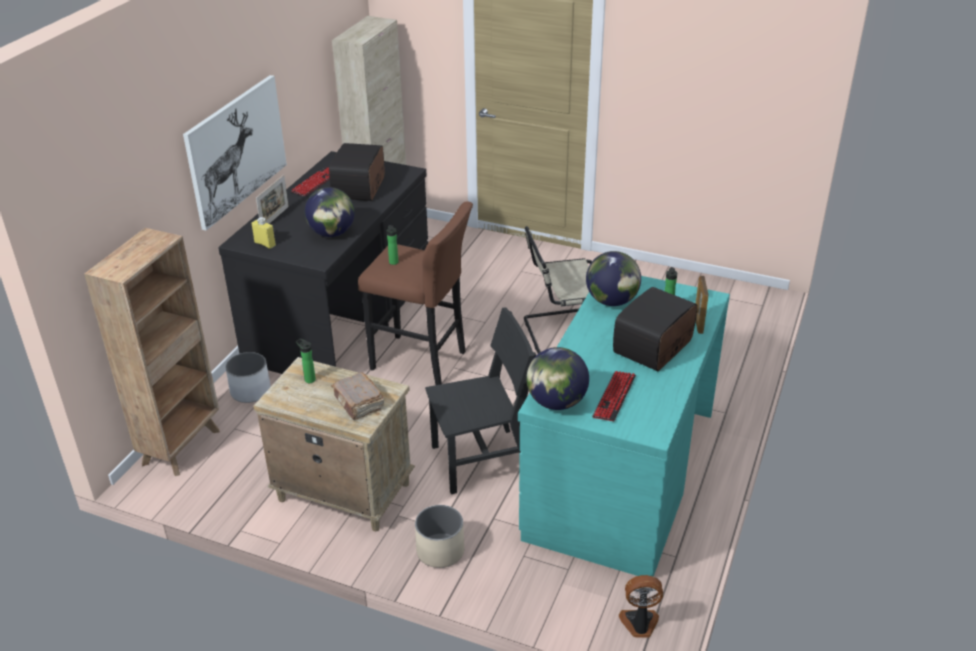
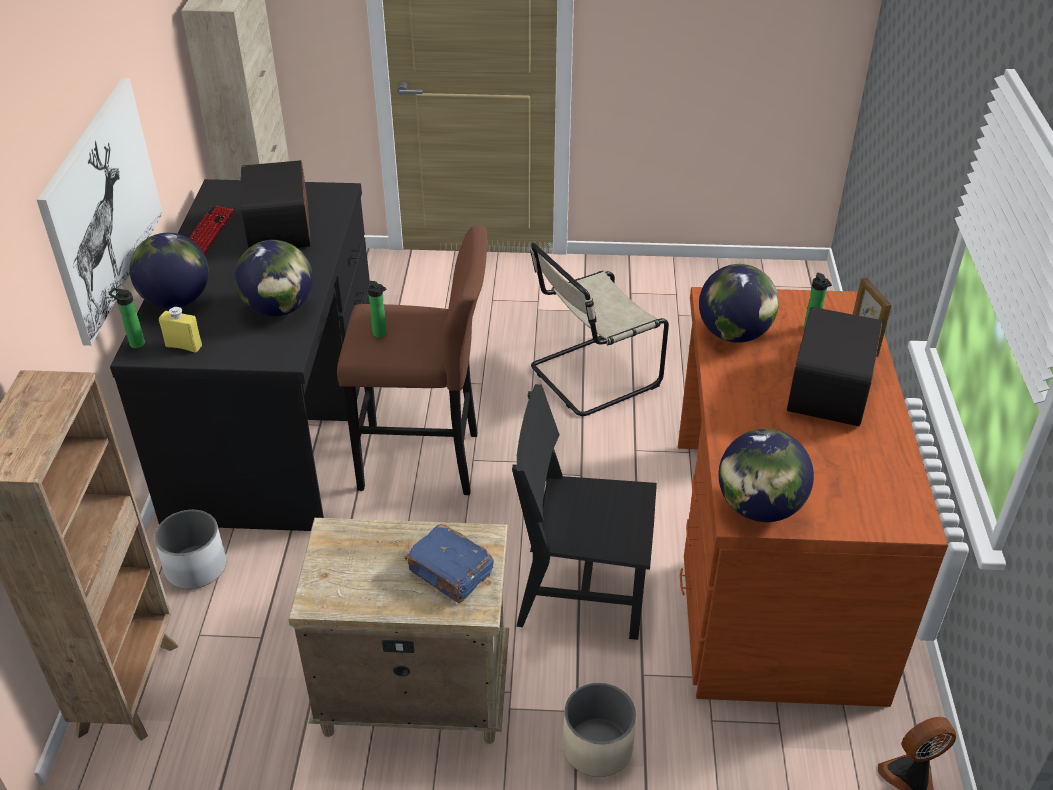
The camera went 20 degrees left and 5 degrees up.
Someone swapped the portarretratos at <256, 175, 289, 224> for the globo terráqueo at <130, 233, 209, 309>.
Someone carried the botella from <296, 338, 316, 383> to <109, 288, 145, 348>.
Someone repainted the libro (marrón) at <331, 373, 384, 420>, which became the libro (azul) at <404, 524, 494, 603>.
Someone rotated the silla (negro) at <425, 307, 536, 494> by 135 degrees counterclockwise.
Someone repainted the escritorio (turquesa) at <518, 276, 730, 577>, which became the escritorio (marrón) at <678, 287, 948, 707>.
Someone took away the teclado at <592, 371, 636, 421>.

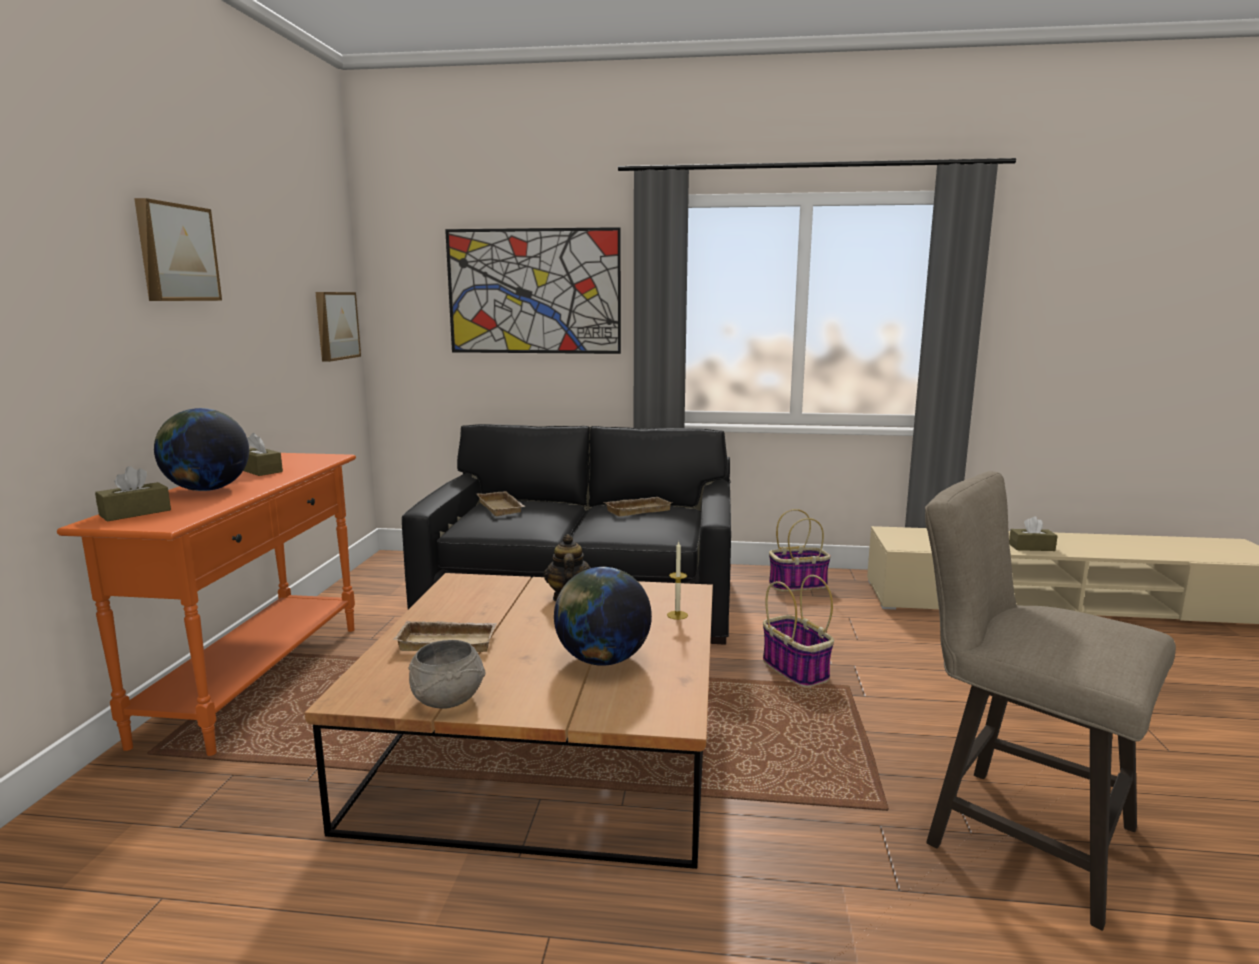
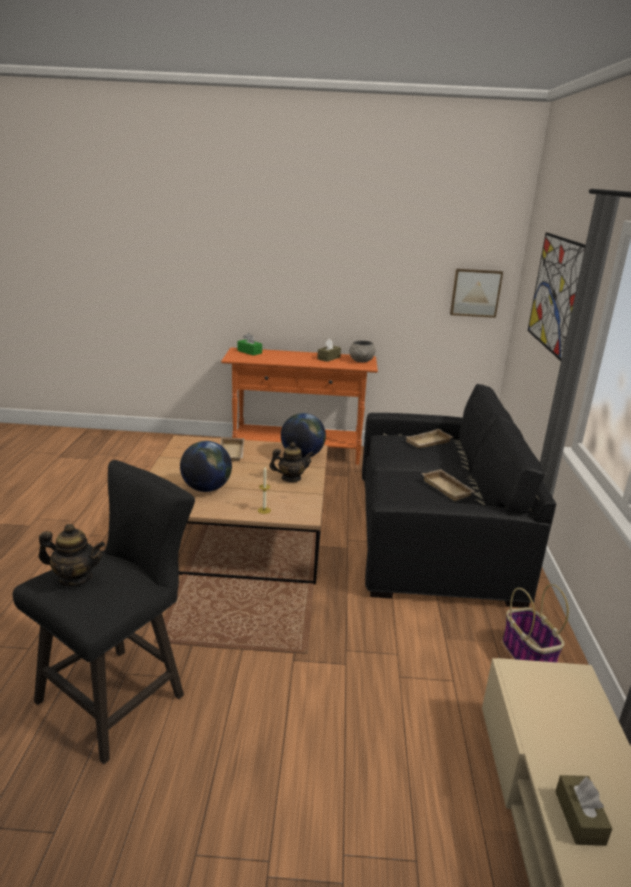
The camera went 85 degrees right and 10 degrees up.
Someone repainted the caja de pañuelos (marrón) at <95, 466, 171, 522>, which became the caja de pañuelos (verde) at <238, 333, 262, 356>.
Someone took away the cuadro at <134, 198, 222, 301>.
Someone carried the globo terráqueo from <154, 408, 249, 491> to <281, 413, 326, 458>.
Someone carried the cuenco (gris) from <408, 640, 485, 709> to <349, 340, 376, 362>.
Someone took away the cesta at <763, 575, 834, 688>.
Someone repainted the taburete (beis) at <925, 471, 1176, 931>, which became the taburete (negro) at <13, 460, 195, 764>.
Someone put down the tetera at <39, 524, 105, 587>.

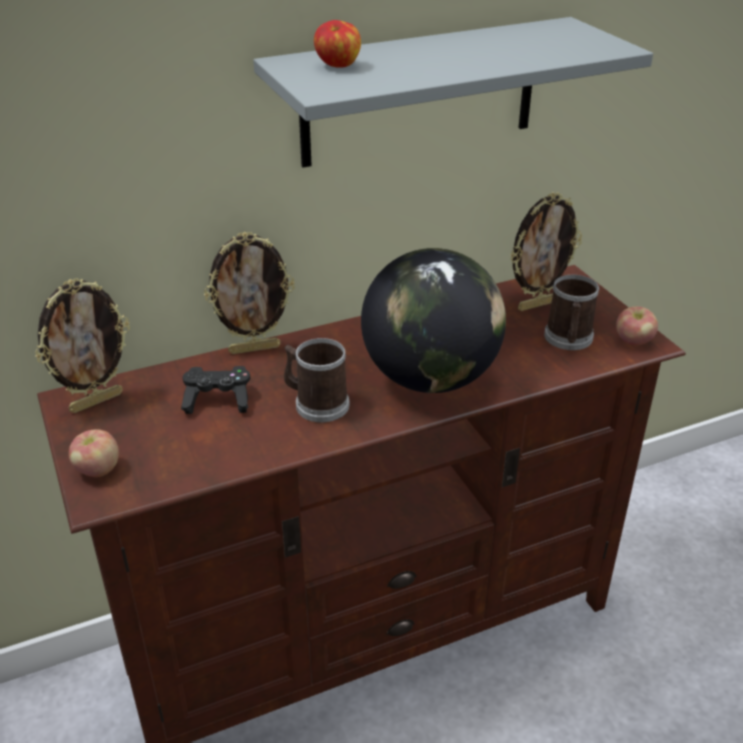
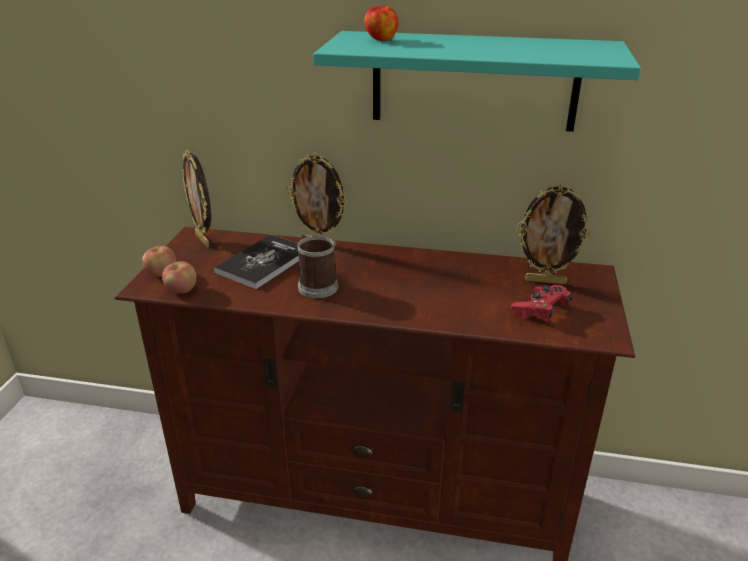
The camera went 35 degrees right and 5 degrees down.
Someone rotated the portarretratos at <35, 278, 130, 413> by 60 degrees clockwise.
Someone swapped the mando de consola (negro) at <181, 366, 250, 414> for the libro at <214, 235, 299, 289>.
Someone repainted the estante (gris) at <253, 17, 653, 168>, which became the estante (turquesa) at <313, 31, 641, 132>.
Someone took away the globo terráqueo at <361, 248, 506, 393>.
Someone swapped the taza grande at <544, 275, 599, 350> for the mando de consola (rojo) at <511, 285, 572, 322>.
Someone carried the manzana from <616, 307, 658, 345> to <162, 261, 196, 294>.

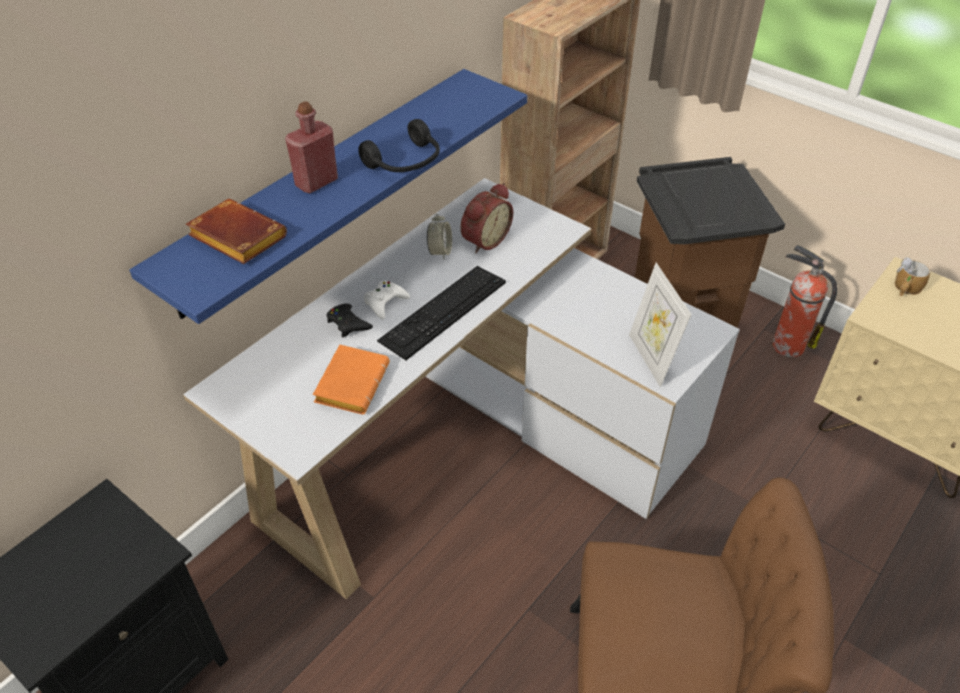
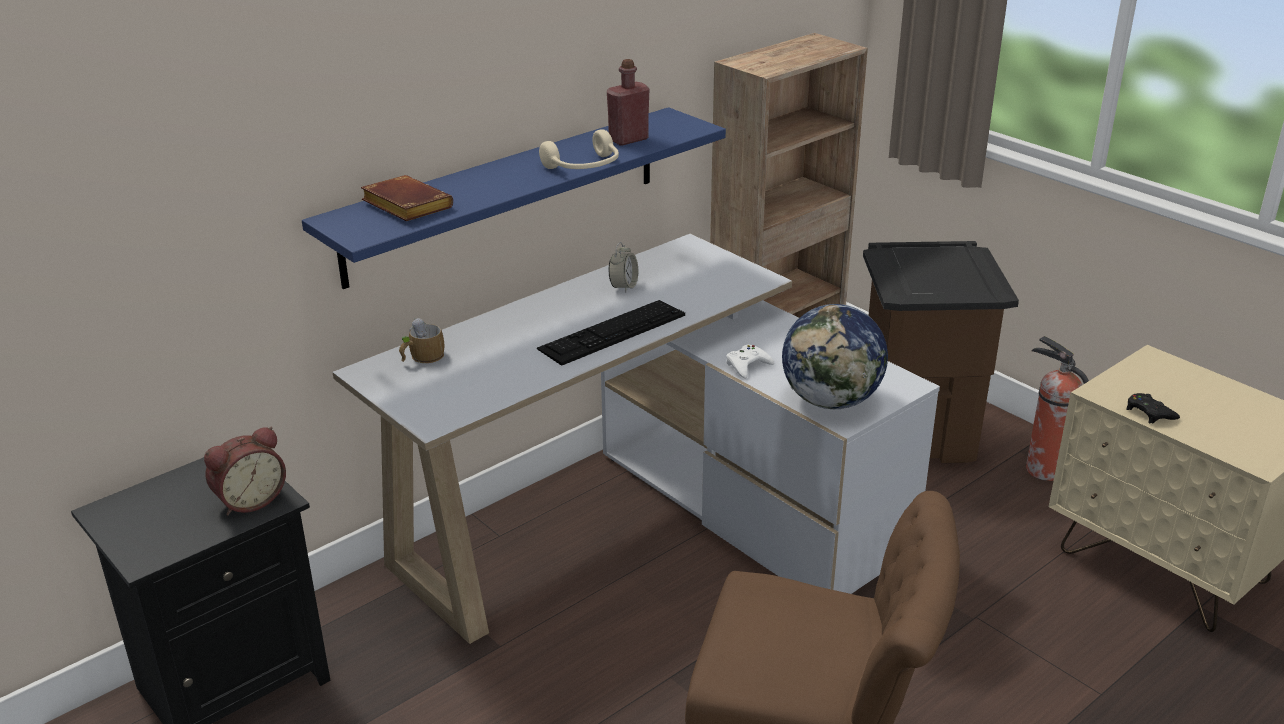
The camera went 10 degrees right and 15 degrees down.
Someone carried the botella (rojo) from <285, 101, 338, 193> to <607, 59, 650, 146>.
Someone took away the libro (naranja) at <313, 345, 390, 414>.
Someone carried the mando de consola (negro) from <327, 303, 373, 337> to <1126, 393, 1180, 423>.
Someone repainted the auriculares (negro) at <358, 119, 440, 172>, which became the auriculares (beis) at <539, 129, 619, 169>.
Someone carried the mando de consola (blanco) from <364, 281, 410, 319> to <726, 344, 774, 379>.
Someone carried the despertador from <460, 183, 513, 253> to <204, 427, 286, 516>.
Someone swapped the portarretratos at <629, 263, 692, 387> for the globo terráqueo at <782, 304, 888, 409>.
Someone carried the taza grande from <895, 258, 930, 296> to <399, 318, 444, 363>.

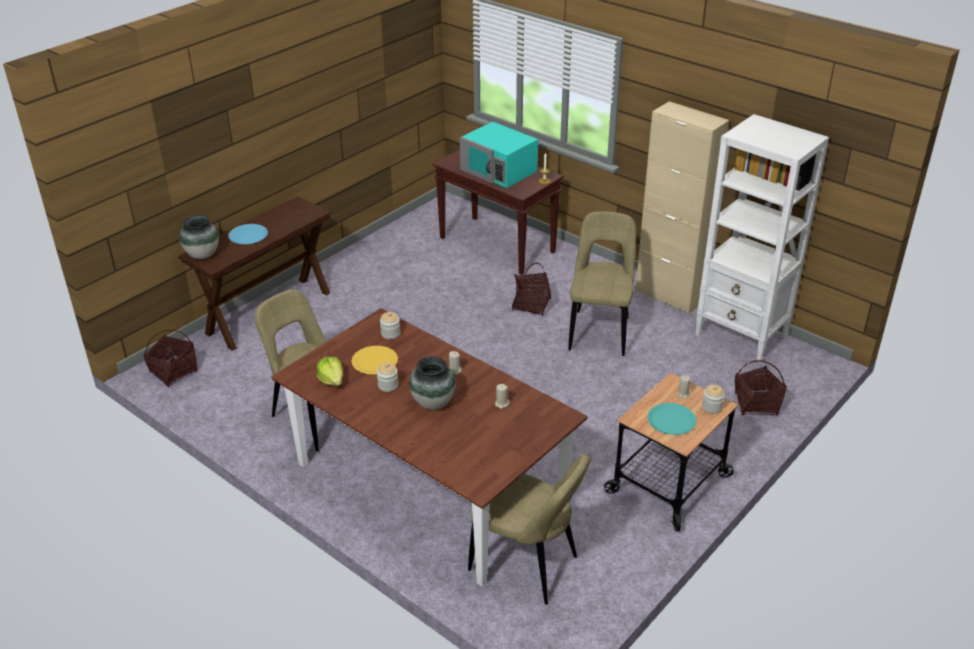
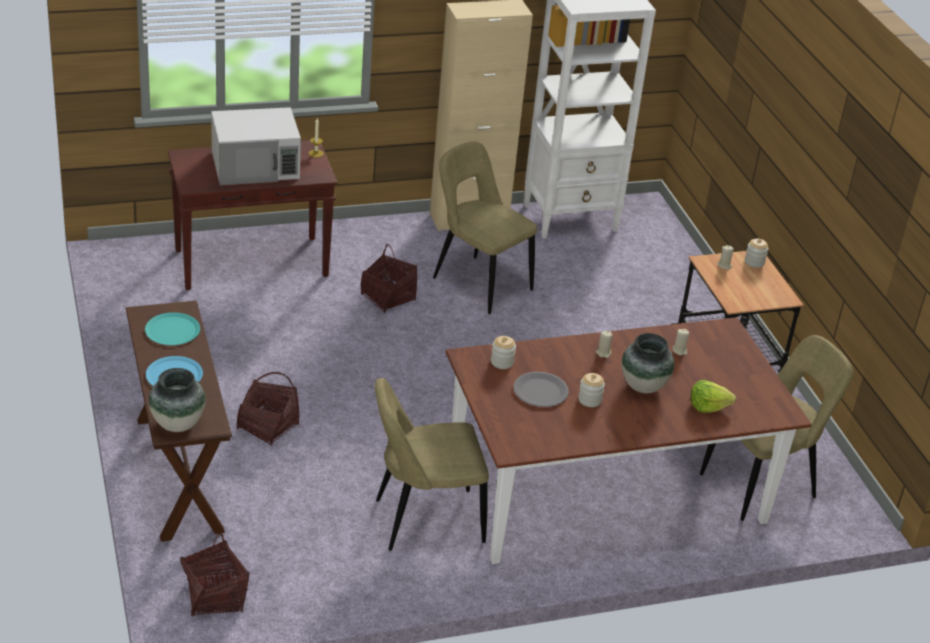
The camera went 60 degrees left and 0 degrees up.
Someone carried the lechuga from <316, 356, 343, 386> to <691, 380, 736, 413>.
Someone repainted the plato (amarillo) at <351, 346, 398, 375>, which became the plato (gris) at <514, 372, 569, 407>.
Someone repainted the microondas (turquesa) at <460, 122, 538, 188>, which became the microondas (blanco) at <211, 107, 301, 185>.
Someone carried the plato (turquesa) from <648, 403, 696, 435> to <145, 312, 200, 345>.
Someone carried the cesta from <735, 360, 787, 416> to <237, 372, 299, 446>.

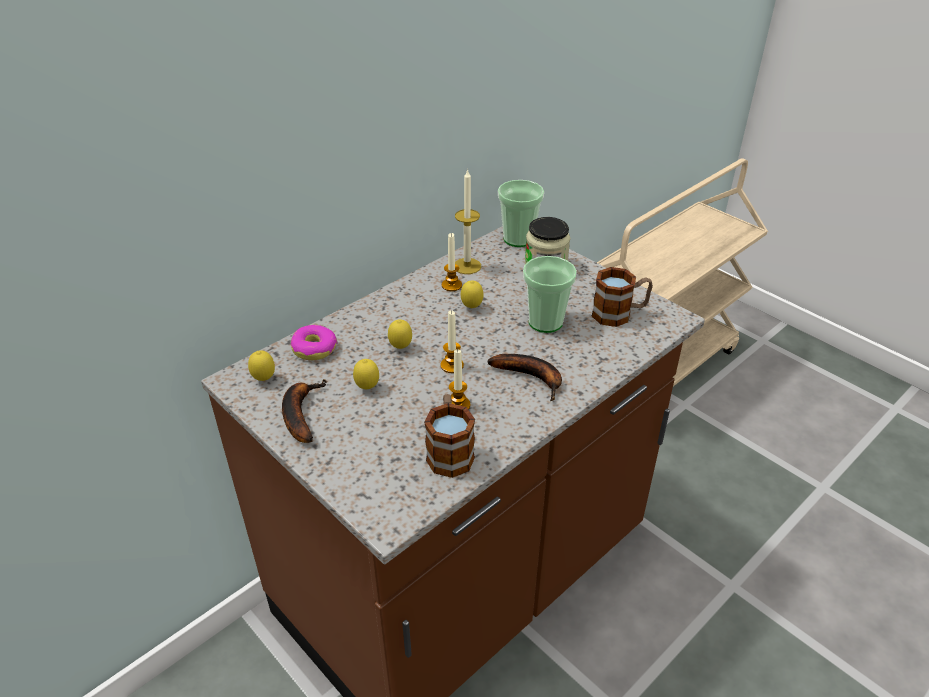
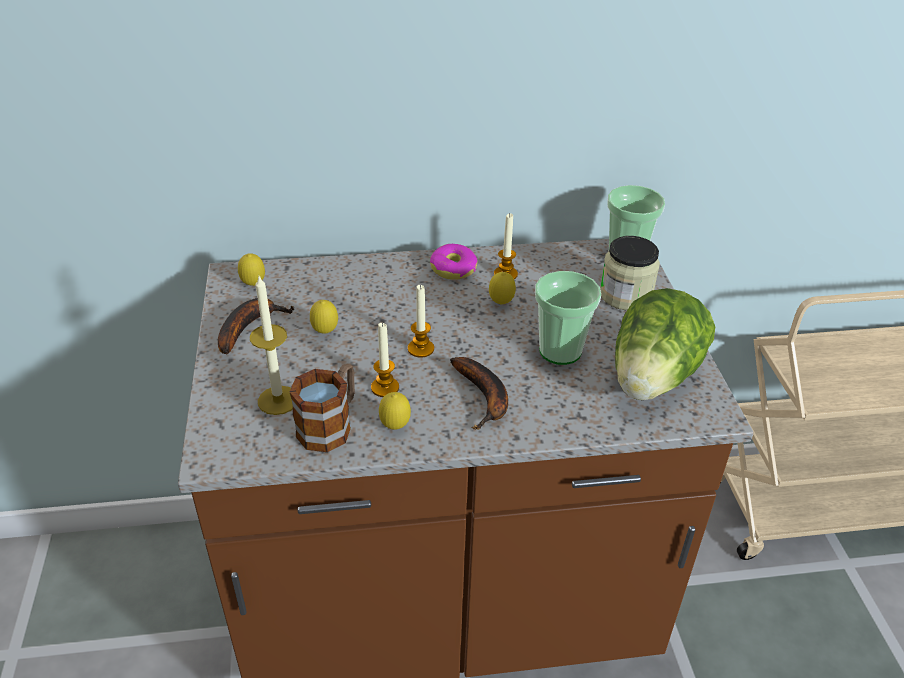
The camera went 35 degrees right and 0 degrees up.
Someone carried the rosquilla from <291, 325, 338, 360> to <430, 244, 478, 280>.
Someone carried the limón from <388, 320, 412, 349> to <379, 392, 411, 430>.
Someone carried the vela from <455, 169, 481, 274> to <250, 276, 293, 415>.
Someone swapped the taza grande at <592, 267, 653, 327> for the lechuga at <615, 288, 715, 400>.

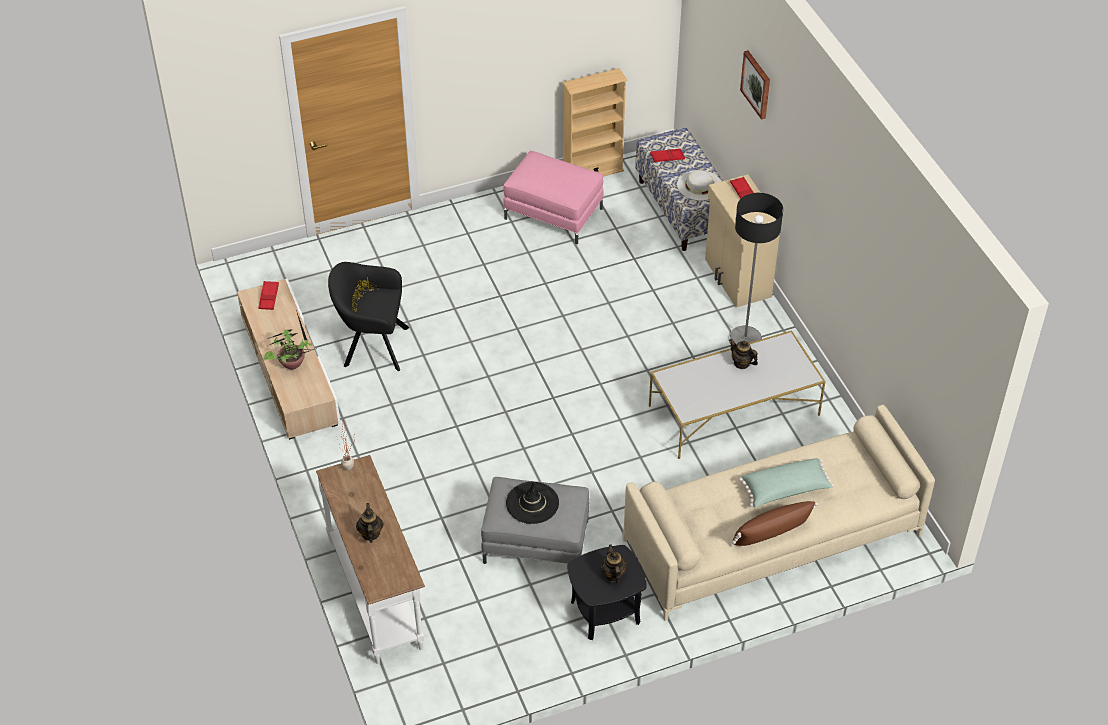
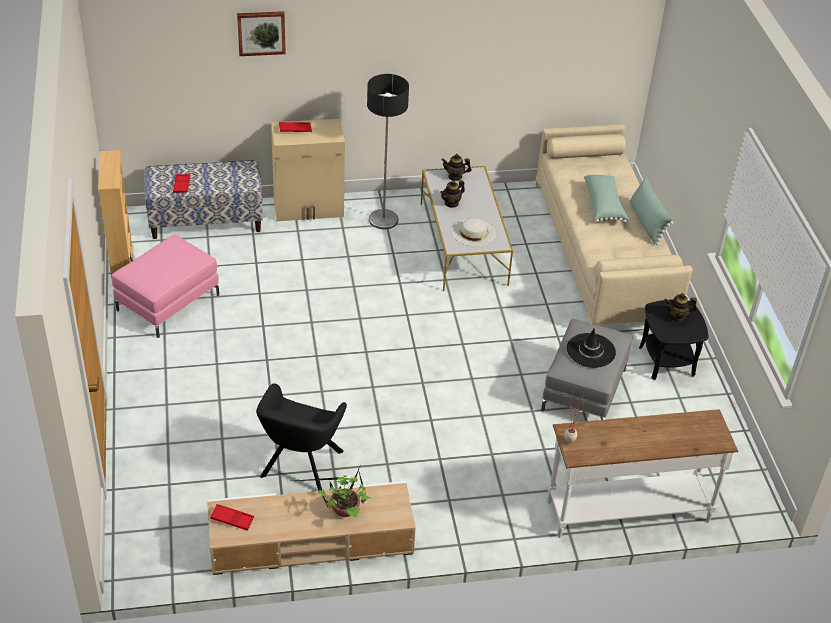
The camera went 80 degrees left and 5 degrees down.
Someone carried the tetera from <356, 503, 384, 543> to <442, 154, 471, 181>.
Someone carried the sombrero (blanco) from <677, 170, 721, 201> to <452, 218, 496, 247>.
Someone repainted the cojín (marrón) at <730, 501, 818, 546>, which became the cojín (verde) at <630, 177, 673, 245>.

